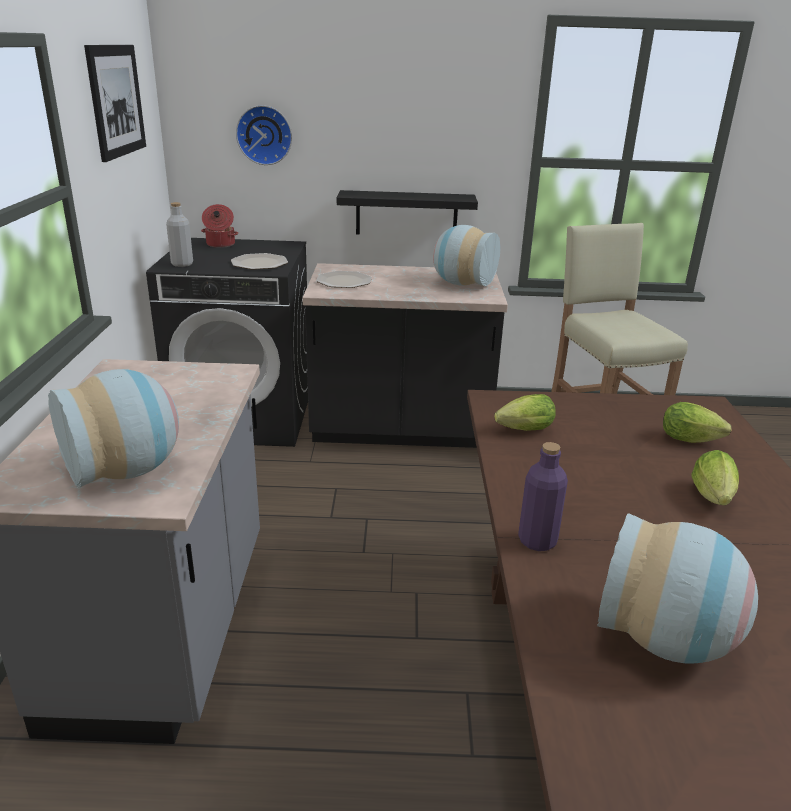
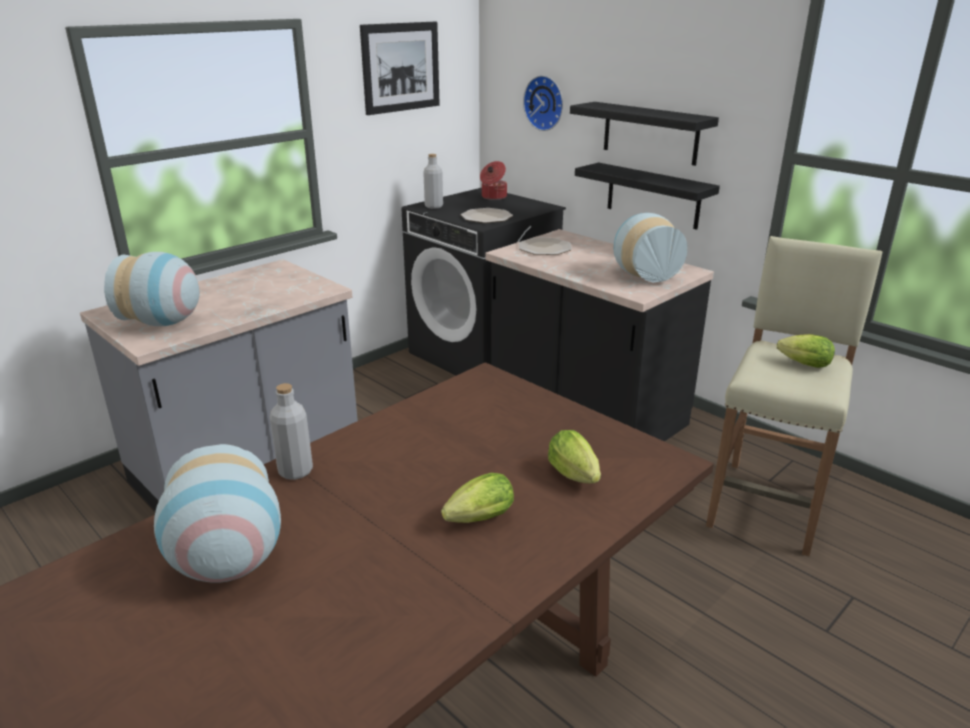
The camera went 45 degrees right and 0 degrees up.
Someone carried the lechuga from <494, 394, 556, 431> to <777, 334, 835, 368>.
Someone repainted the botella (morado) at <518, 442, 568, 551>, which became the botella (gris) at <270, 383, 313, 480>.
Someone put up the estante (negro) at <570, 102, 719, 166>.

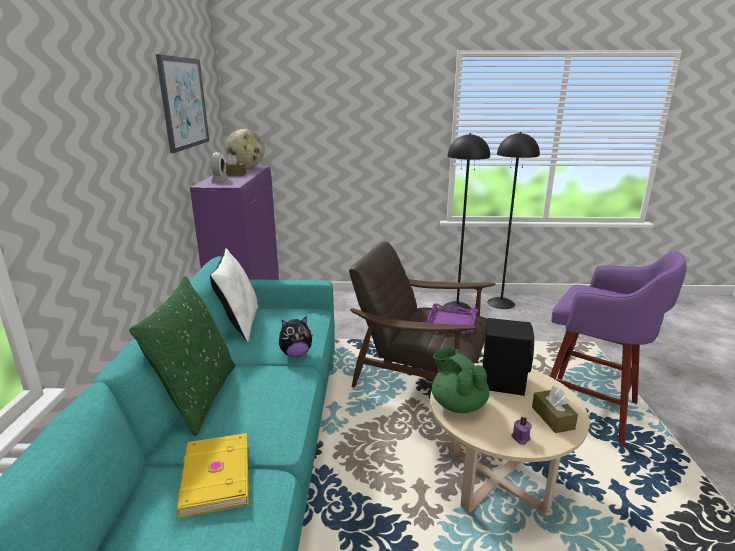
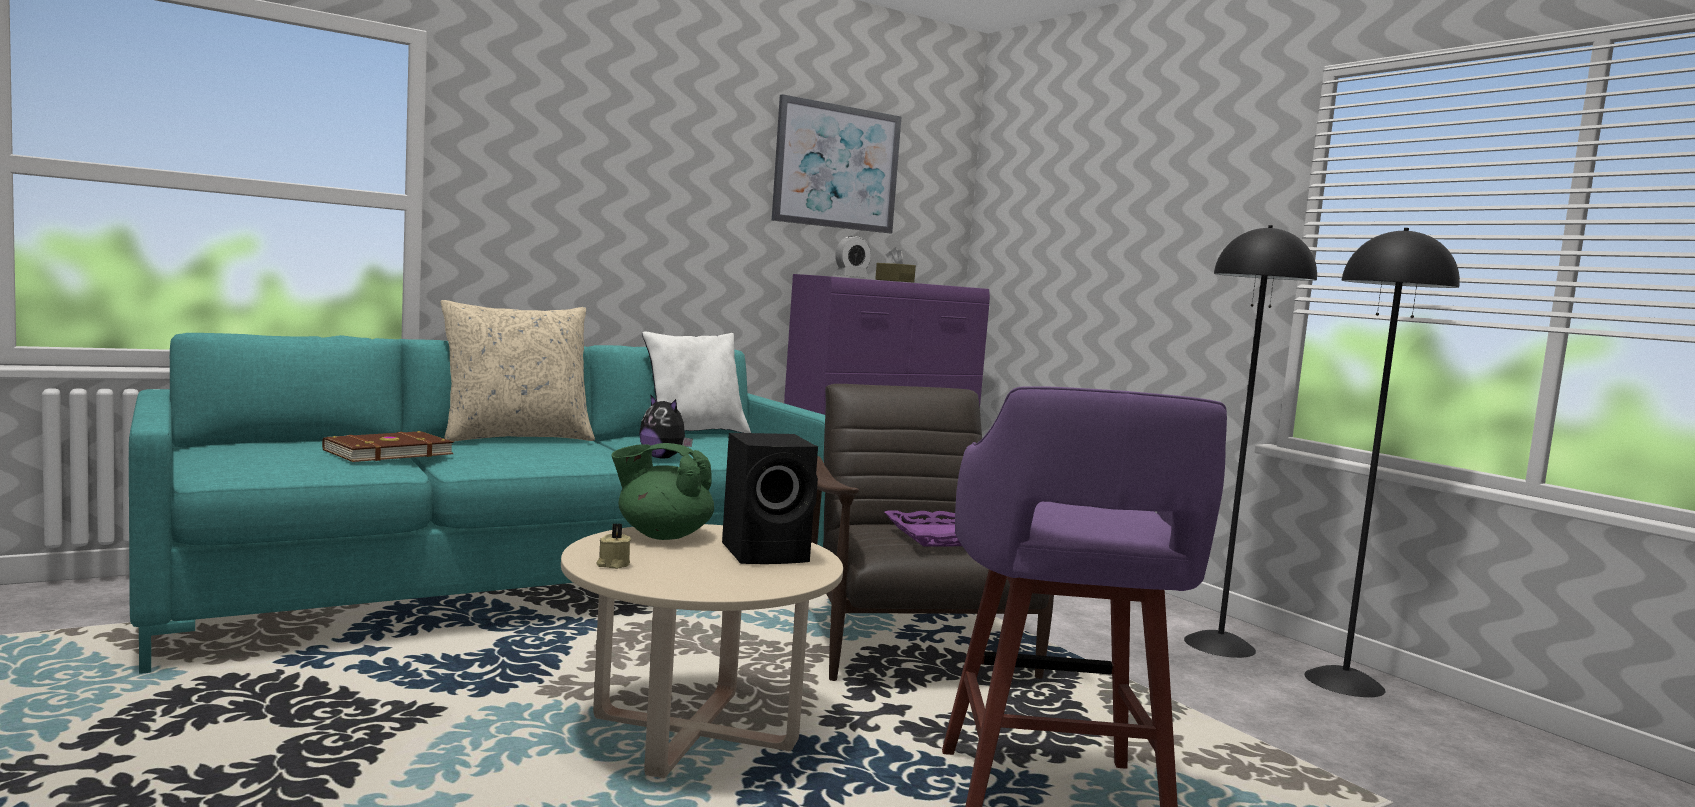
The camera went 55 degrees right and 15 degrees down.
Someone repainted the cojín (verde) at <129, 276, 236, 436>, which became the cojín (beis) at <441, 300, 595, 442>.
Someone repainted the libro (amarillo) at <176, 433, 249, 518>, which became the libro (marrón) at <322, 431, 454, 462>.
Someone took away the globo terráqueo at <226, 129, 265, 168>.
Someone rotated the tetera (verde) at <432, 348, 490, 413> by 105 degrees counterclockwise.
Someone repainted the vela (morado) at <511, 417, 532, 445>, which became the vela (beis) at <596, 523, 631, 569>.
Someone took away the caja de pañuelos (marrón) at <532, 386, 578, 433>.

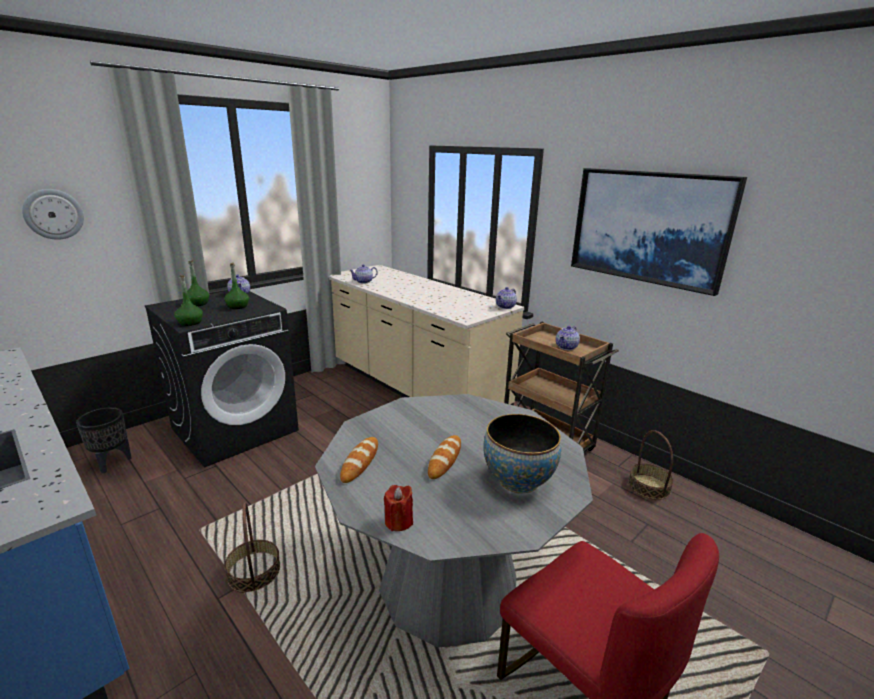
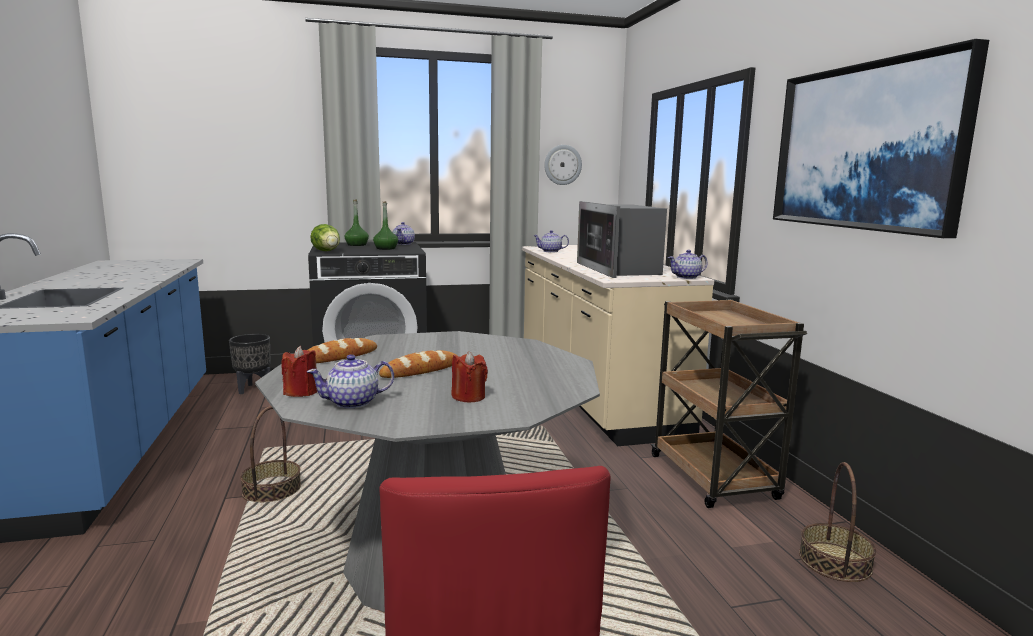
The camera went 30 degrees right and 10 degrees down.
Someone carried the reloj de pared from <22, 189, 84, 240> to <544, 145, 582, 185>.
Someone swapped the botella (verde) at <175, 275, 203, 326> for the lechuga at <310, 224, 340, 251>.
Someone swapped the cuenco at <483, 414, 561, 493> for the vela (rojo) at <452, 351, 488, 402>.
Someone carried the tetera from <556, 326, 580, 350> to <307, 354, 394, 409>.
Someone put down the microondas at <577, 201, 667, 278>.

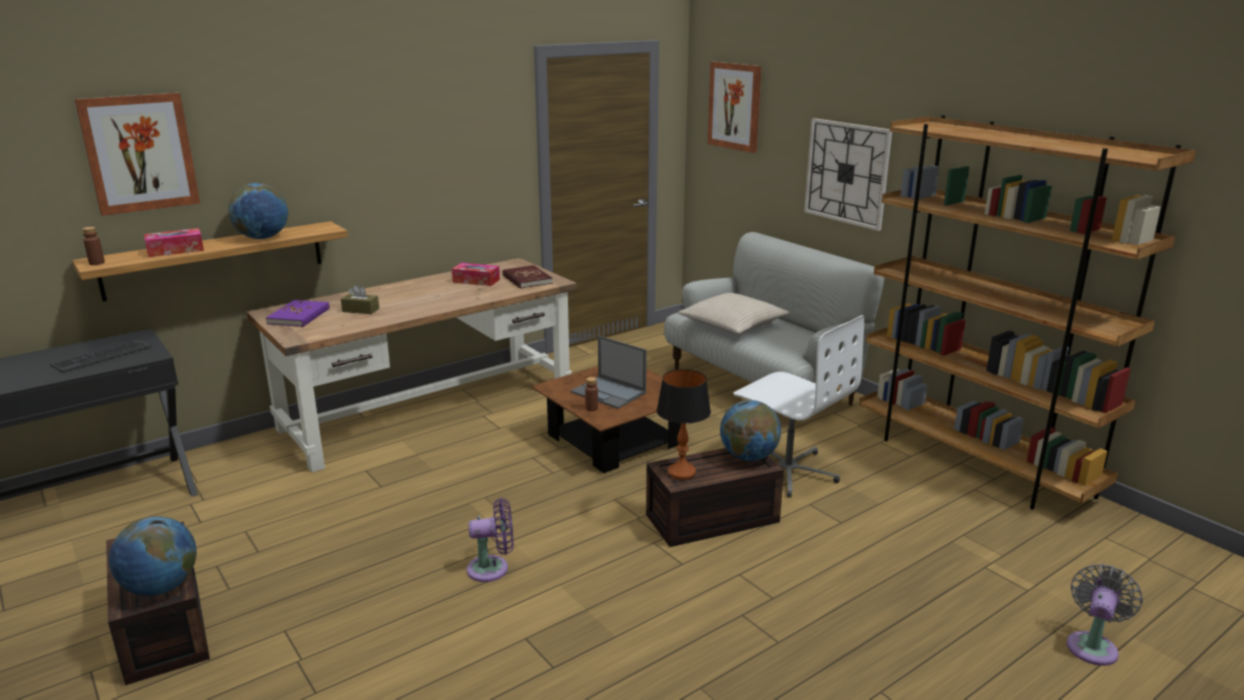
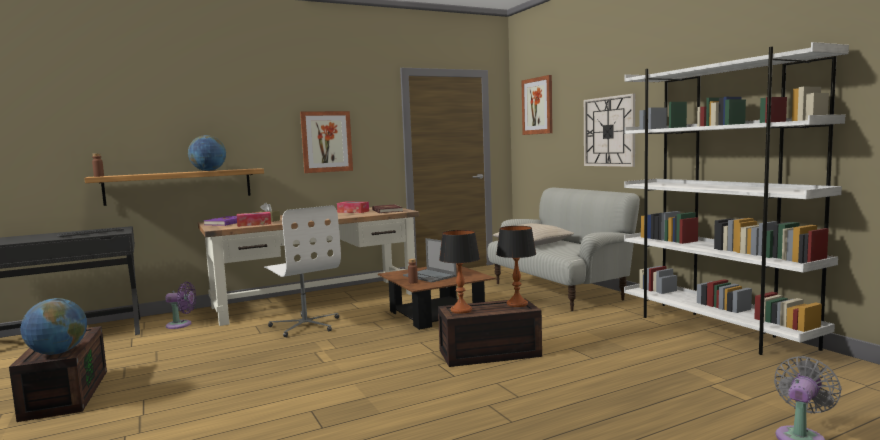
The camera went 10 degrees right and 15 degrees down.
Someone carried the cuadro from <75, 93, 200, 216> to <300, 111, 353, 173>.
Someone carried the caja de pañuelos from <144, 228, 204, 257> to <237, 212, 271, 227>.
Someone carried the ventilador (morado) from <467, 498, 514, 582> to <165, 281, 196, 329>.
Someone swapped the globo terráqueo at <720, 400, 781, 461> for the lámpara de mesa at <496, 226, 536, 307>.
Someone carried the silla de oficina (blanco) from <733, 315, 864, 498> to <264, 205, 341, 337>.
Someone repainted the estantería (marrón) at <859, 115, 1196, 510>, which became the estantería (blanco) at <624, 42, 849, 355>.

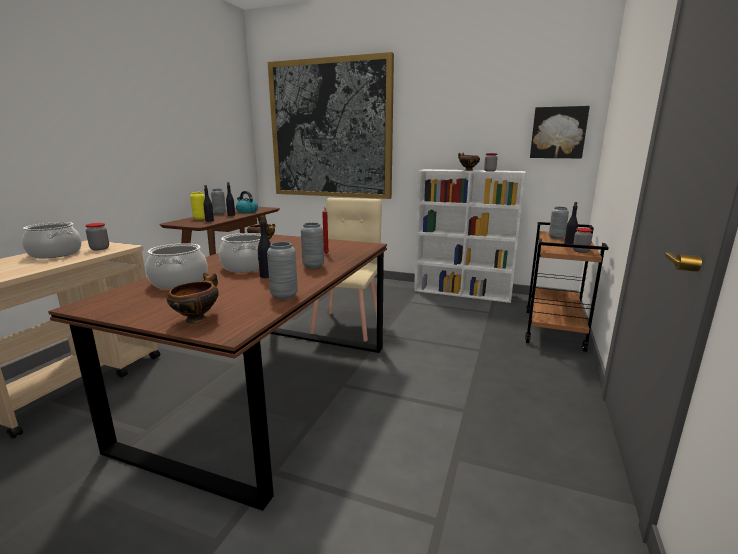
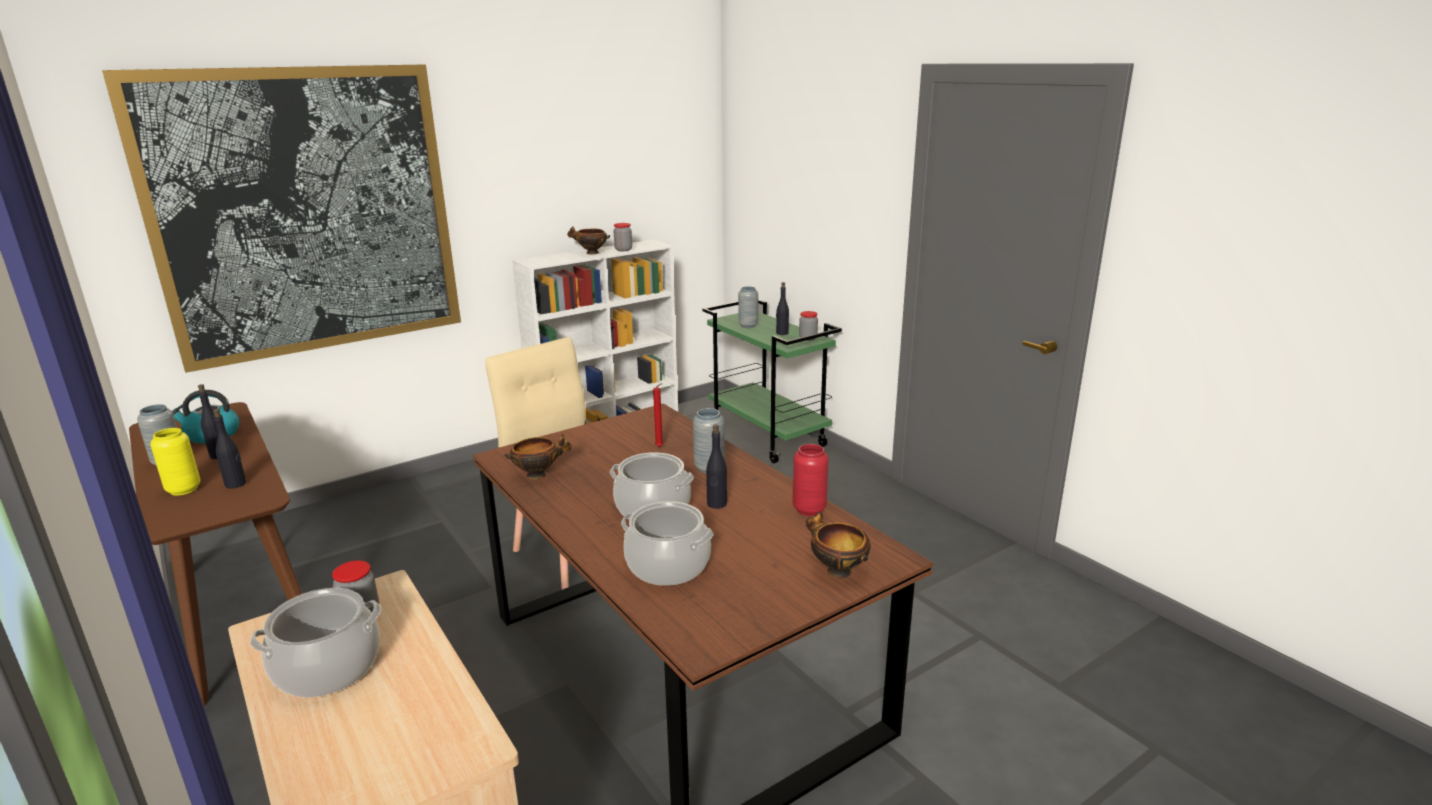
The camera went 55 degrees left and 5 degrees up.
Someone repainted the florero (gris) at <267, 242, 298, 300>, which became the florero (rojo) at <793, 444, 829, 516>.
Someone repainted the carrito (marrón) at <525, 222, 609, 352>, which became the carrito (verde) at <702, 299, 842, 463>.
Someone took away the cuadro at <530, 106, 590, 158>.

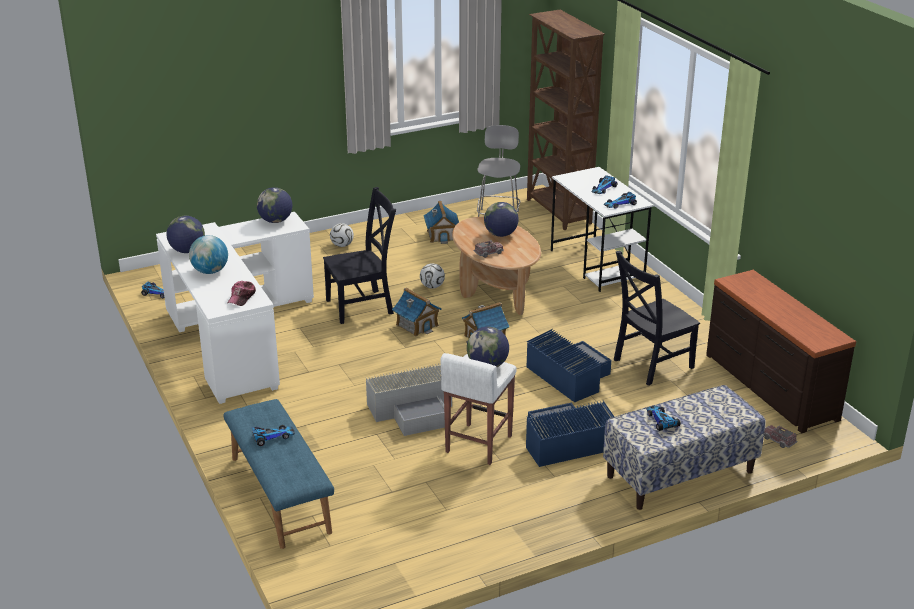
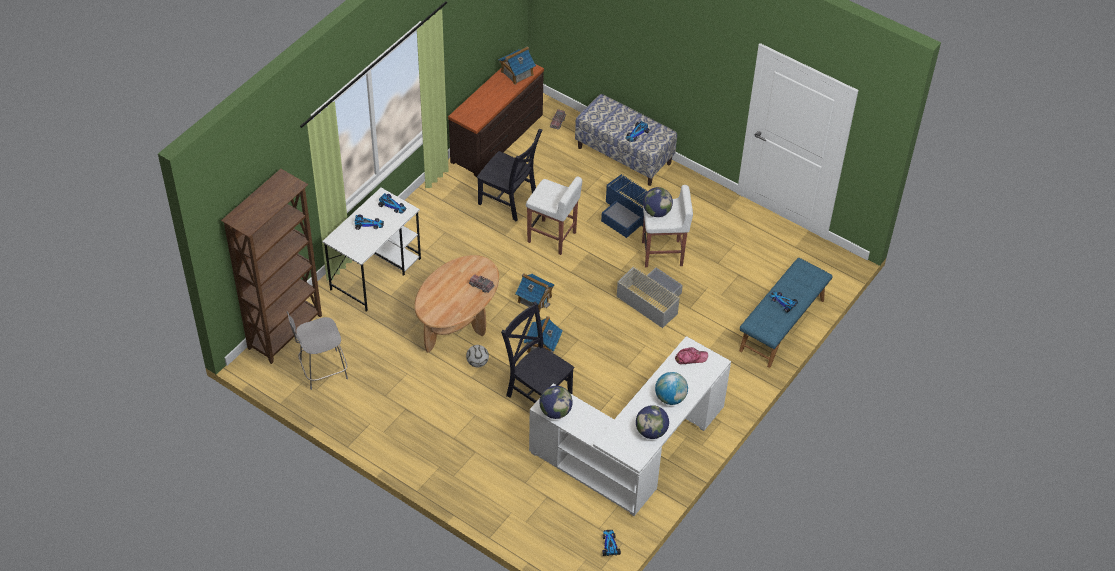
The camera went 120 degrees left and 20 degrees up.
Someone took away the balón de fútbol at <330, 223, 354, 247>.
Someone carried the casita from <424, 201, 459, 244> to <498, 46, 536, 85>.
Someone took away the globo terráqueo at <484, 202, 519, 237>.
Someone swapped the caja de almacenaje (azul) at <527, 329, 611, 402> for the taburete (blanco) at <526, 176, 582, 255>.

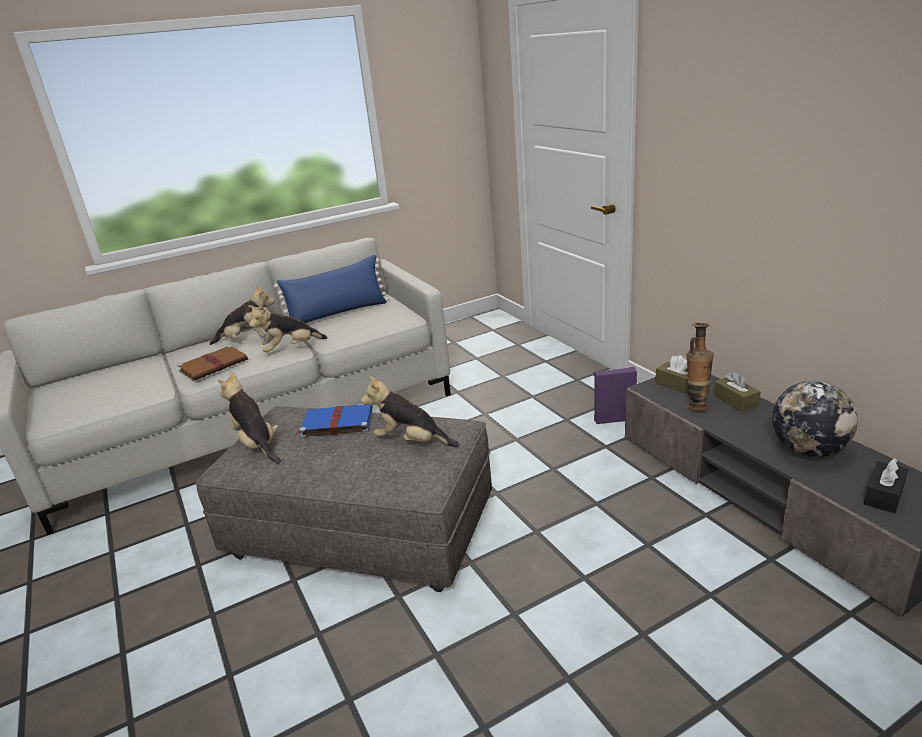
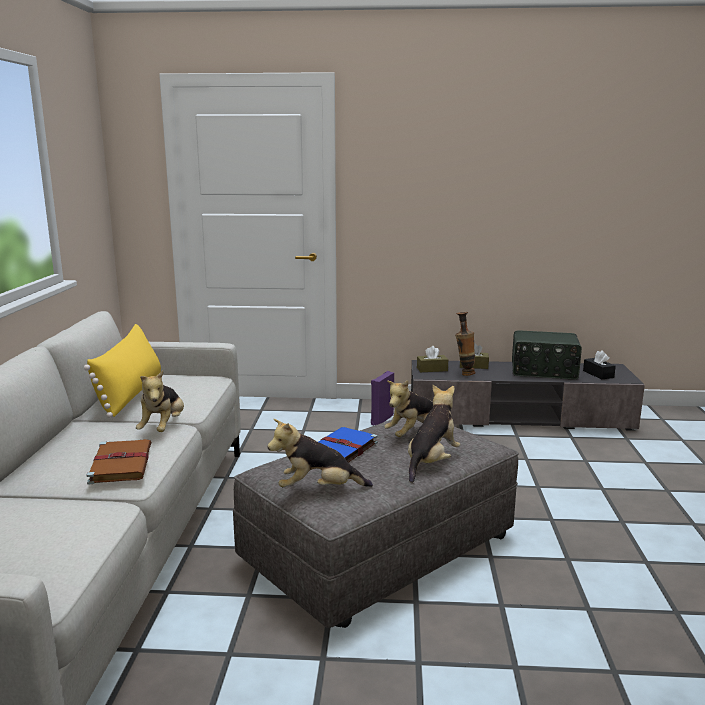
The camera went 60 degrees left and 10 degrees down.
Someone carried the peluche from <210, 284, 275, 345> to <408, 385, 461, 483>.
Someone repainted the cojín (azul) at <274, 255, 389, 323>, which became the cojín (amarillo) at <84, 324, 161, 418>.
Someone swapped the globo terráqueo at <772, 381, 858, 457> for the radio at <512, 330, 582, 379>.

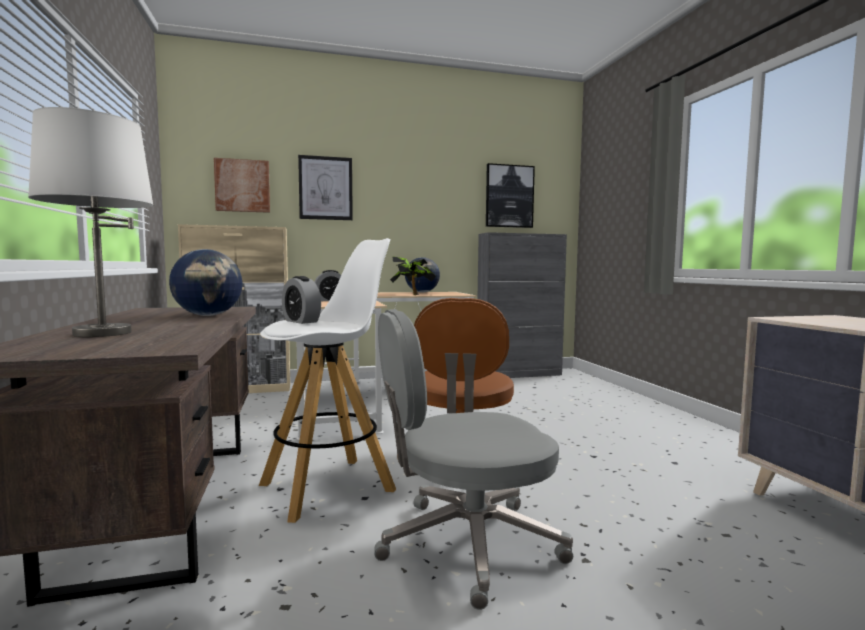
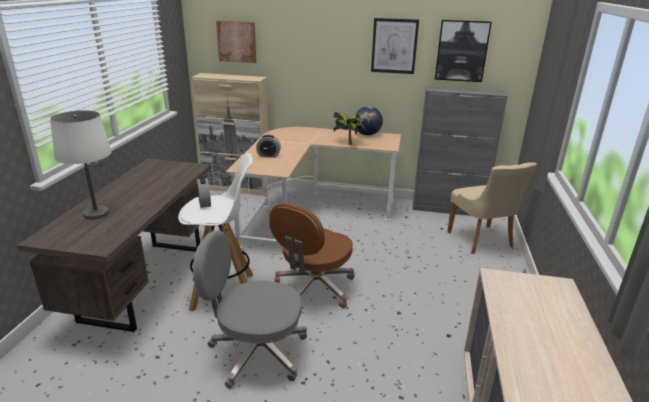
The camera went 25 degrees right and 20 degrees up.
Someone took away the globo terráqueo at <169, 249, 243, 316>.
Someone carried the cuadro from <298, 155, 353, 220> to <371, 18, 419, 74>.
Someone put down the silla (beis) at <447, 162, 537, 254>.

